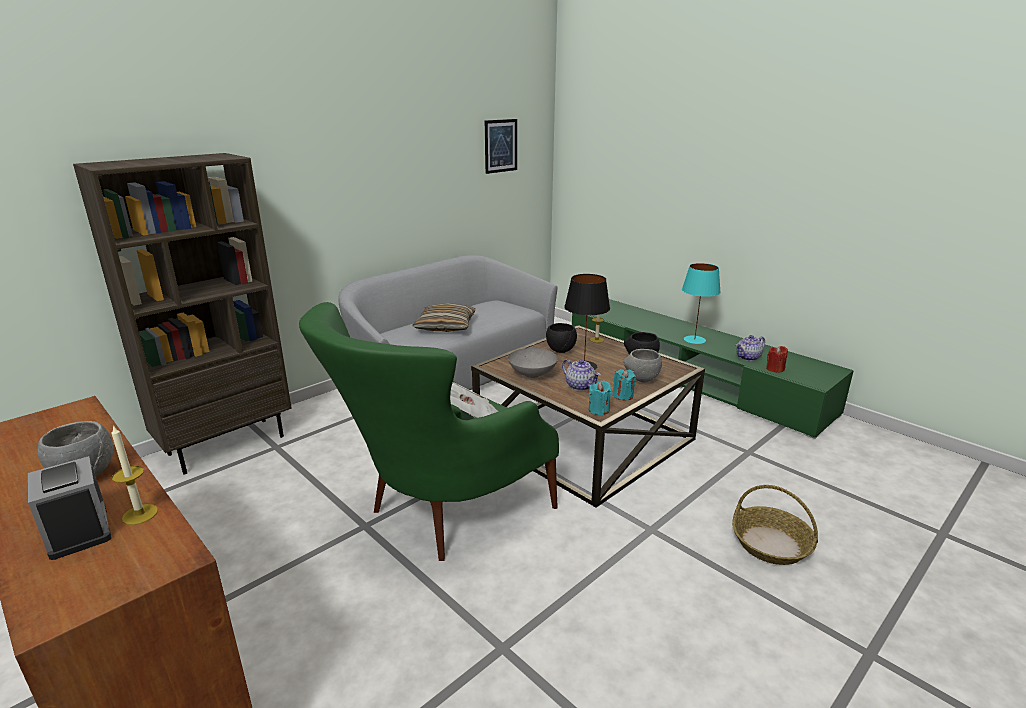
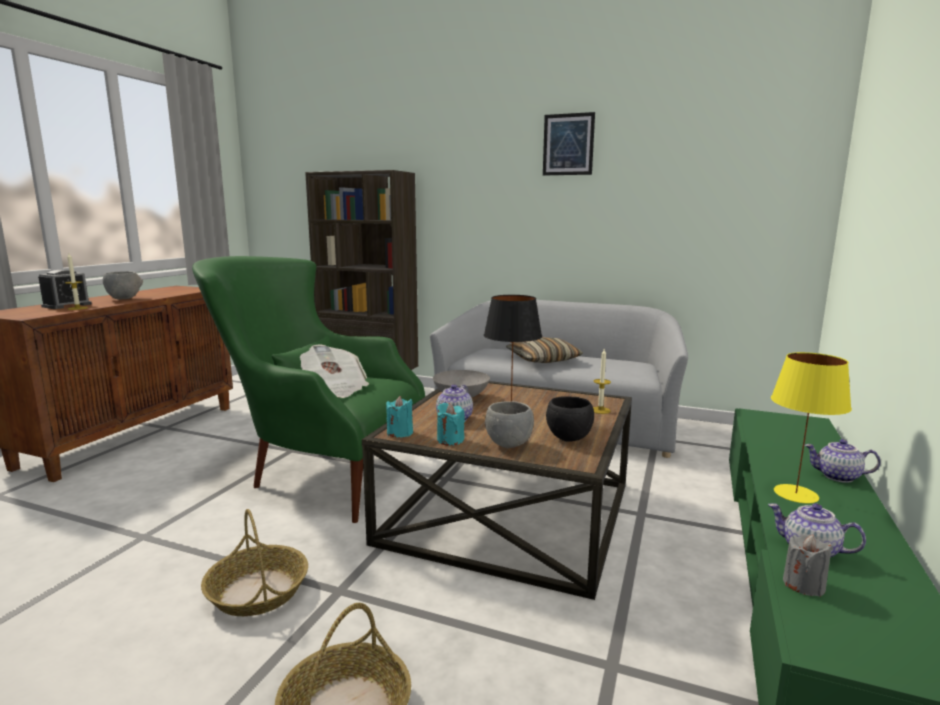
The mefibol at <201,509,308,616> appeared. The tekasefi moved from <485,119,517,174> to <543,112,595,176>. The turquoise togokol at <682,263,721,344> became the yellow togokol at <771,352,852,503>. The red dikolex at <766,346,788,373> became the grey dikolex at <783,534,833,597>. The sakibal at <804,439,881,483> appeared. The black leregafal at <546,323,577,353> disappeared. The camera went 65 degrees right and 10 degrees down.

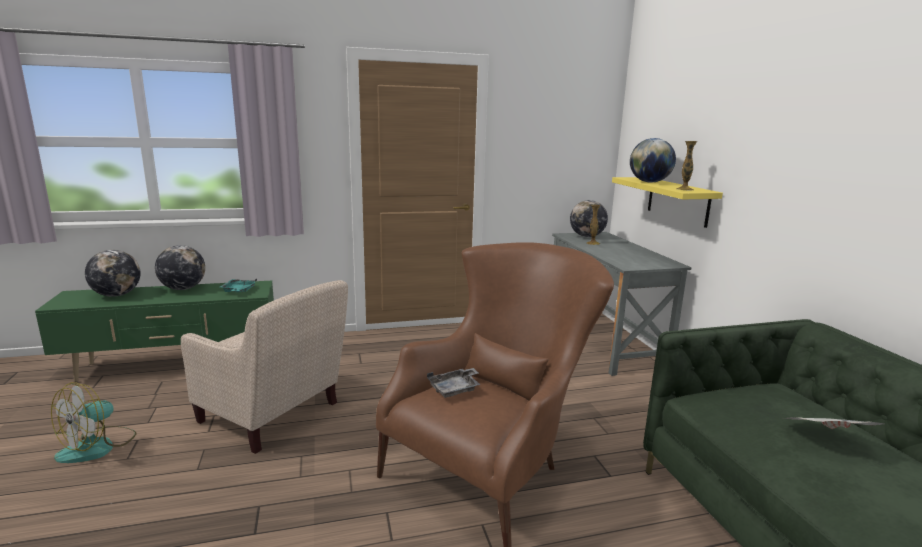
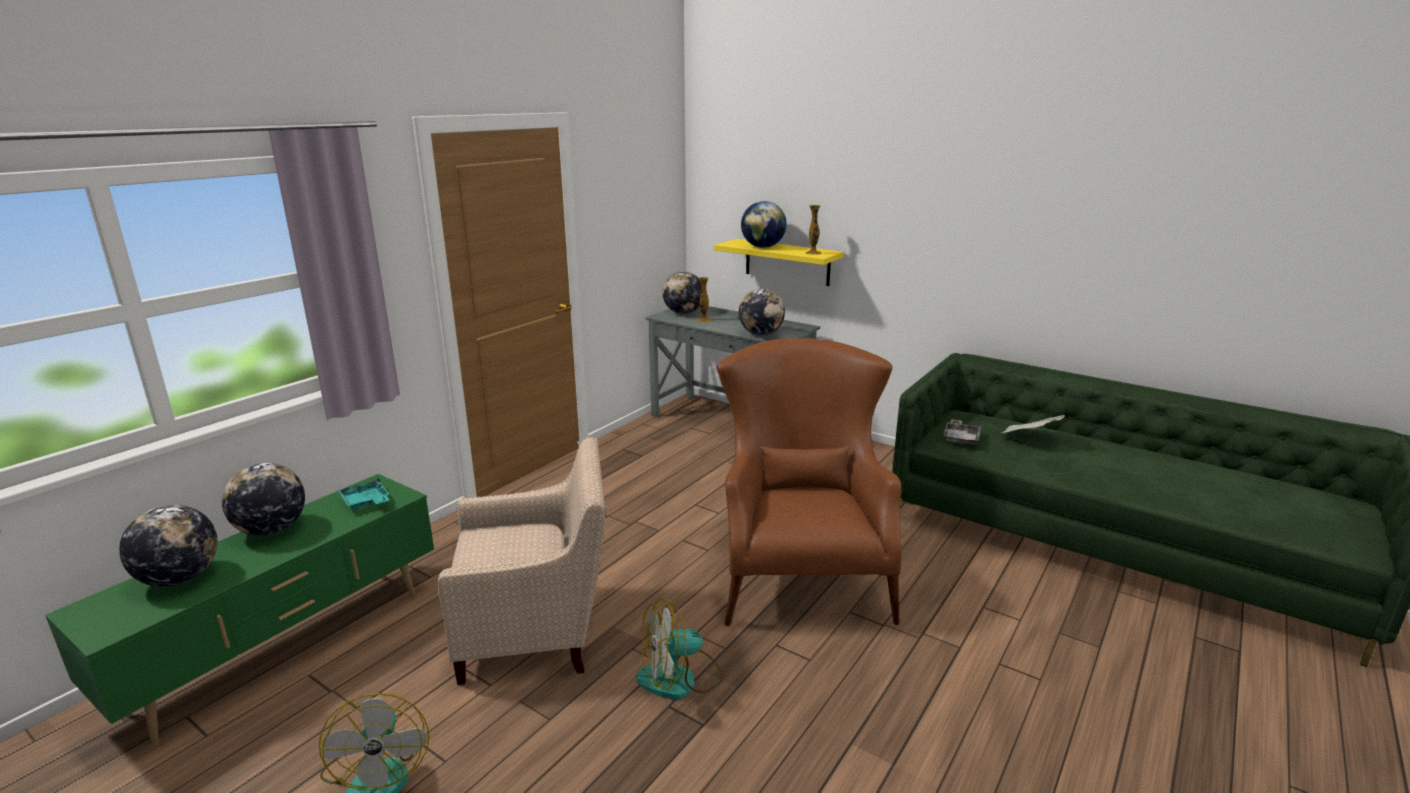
The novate at <636,598,723,700> appeared. The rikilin at <739,289,785,335> appeared. The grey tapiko moved from <427,368,481,398> to <944,419,981,444>. The camera went 40 degrees left and 5 degrees up.

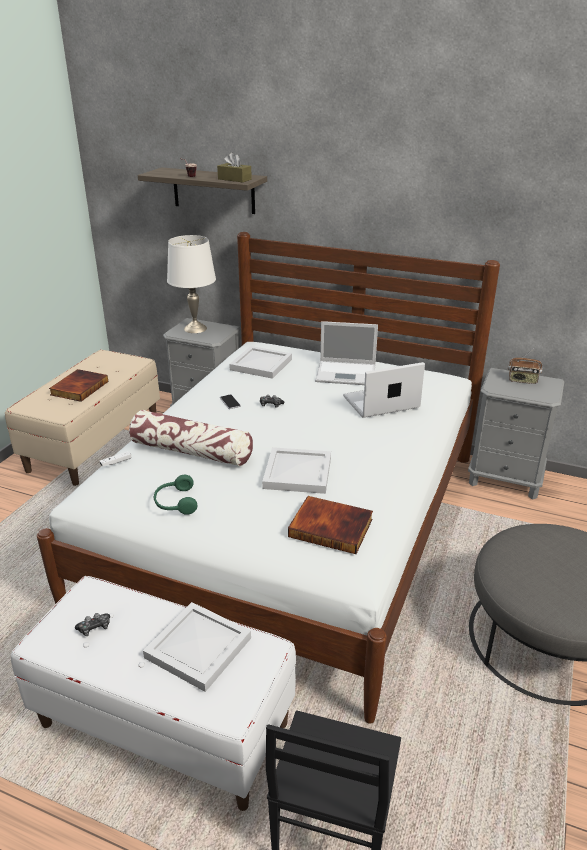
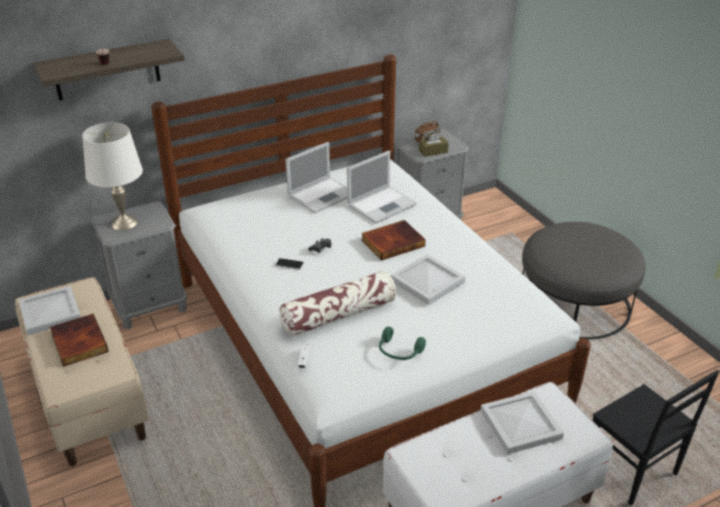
The white tapiko moved from <229,346,292,379> to <19,286,81,335>. The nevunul at <343,362,425,418> turned 150 degrees counterclockwise. The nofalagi moved from <288,496,373,554> to <361,220,426,261>. The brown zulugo moved from <217,152,252,182> to <419,132,449,157>. The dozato at <75,613,110,636> disappeared. The camera went 50 degrees left and 5 degrees up.

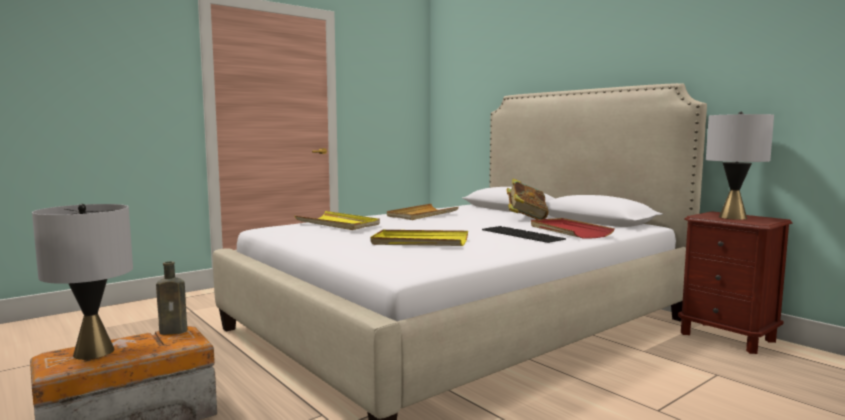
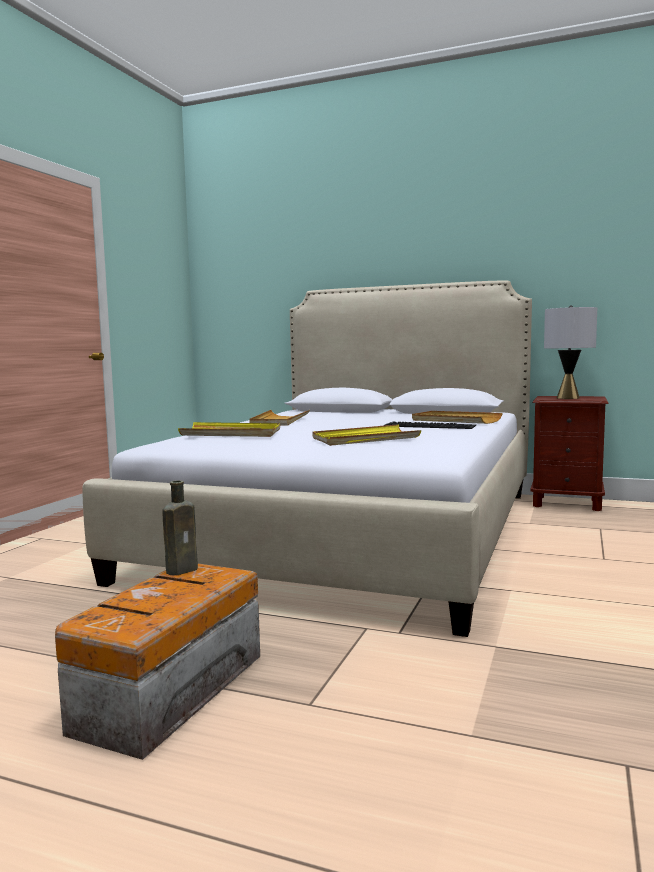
The red tapiko at <531,218,615,239> became the beige tapiko at <412,411,502,424>. The grey togokol at <32,204,133,360> disappeared. The nofalagi at <507,179,549,219> disappeared. The camera went 30 degrees left and 0 degrees up.

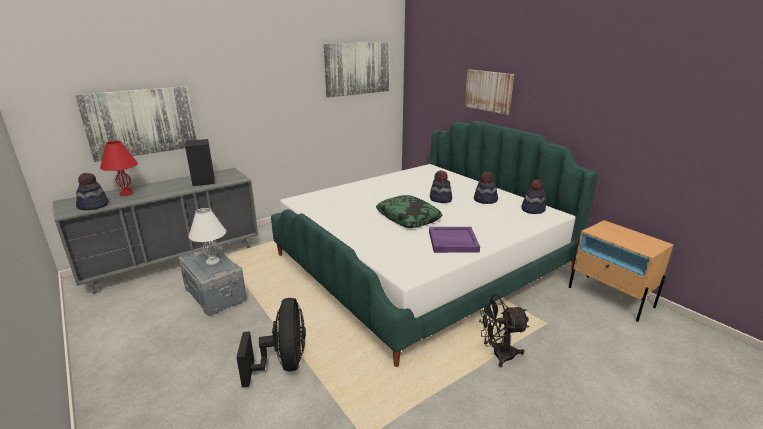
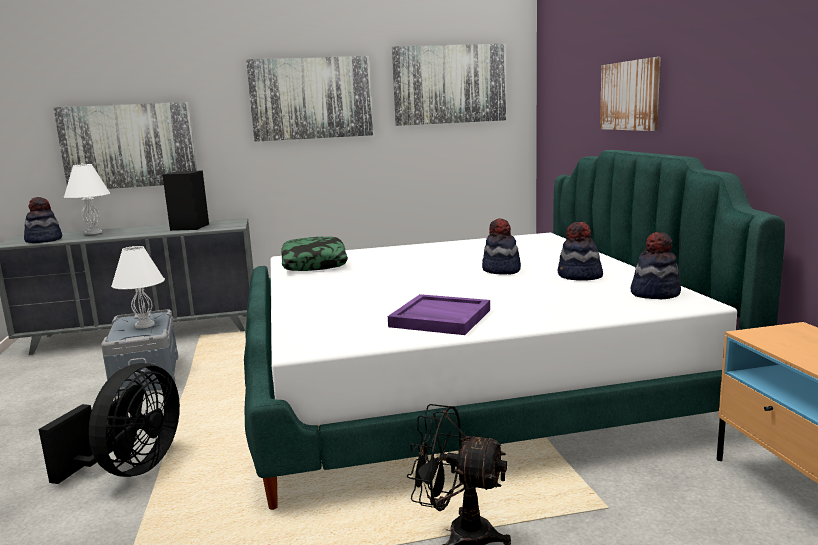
The red togokol at <100,141,138,196> became the white togokol at <64,163,110,235>. The tekasefi at <246,56,373,142> appeared. The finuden moved from <376,195,443,228> to <281,237,348,271>. The camera went 25 degrees right and 10 degrees down.

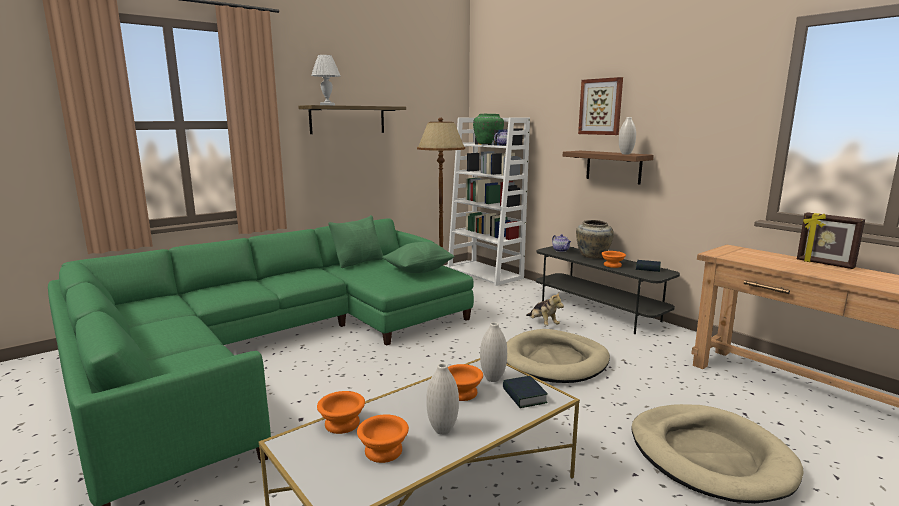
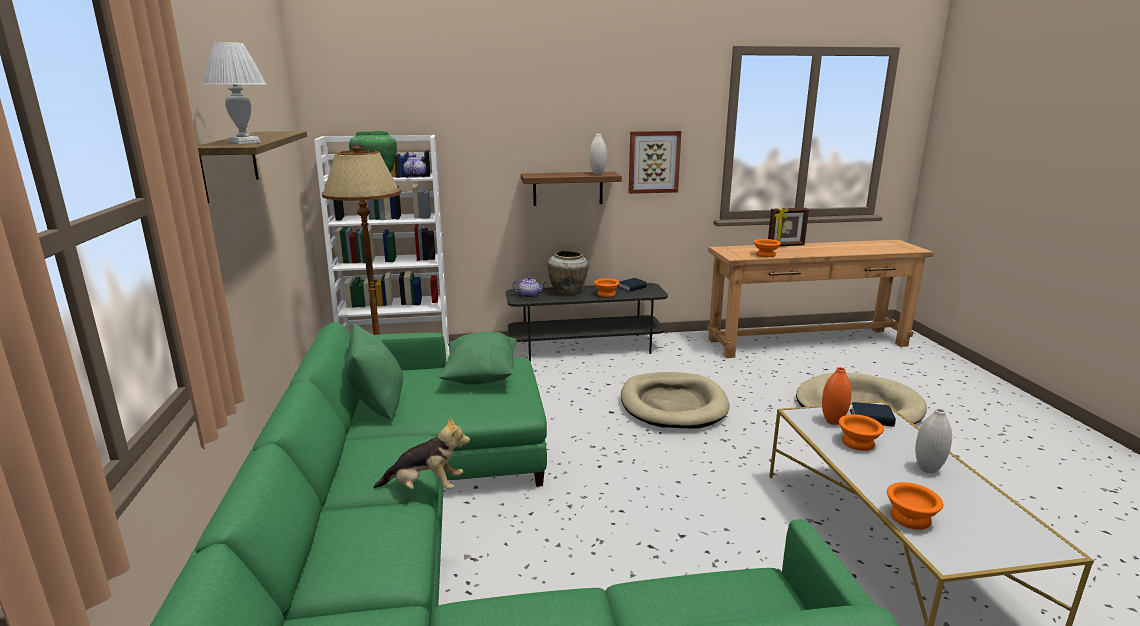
The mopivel moved from <526,291,564,326> to <373,416,470,489>. The tekasefi moved from <578,77,623,135> to <628,131,681,194>. The orange leregafal moved from <357,414,409,463> to <754,239,781,257>. The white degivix at <480,322,507,382> became the orange degivix at <822,367,852,425>. The camera went 60 degrees left and 5 degrees up.

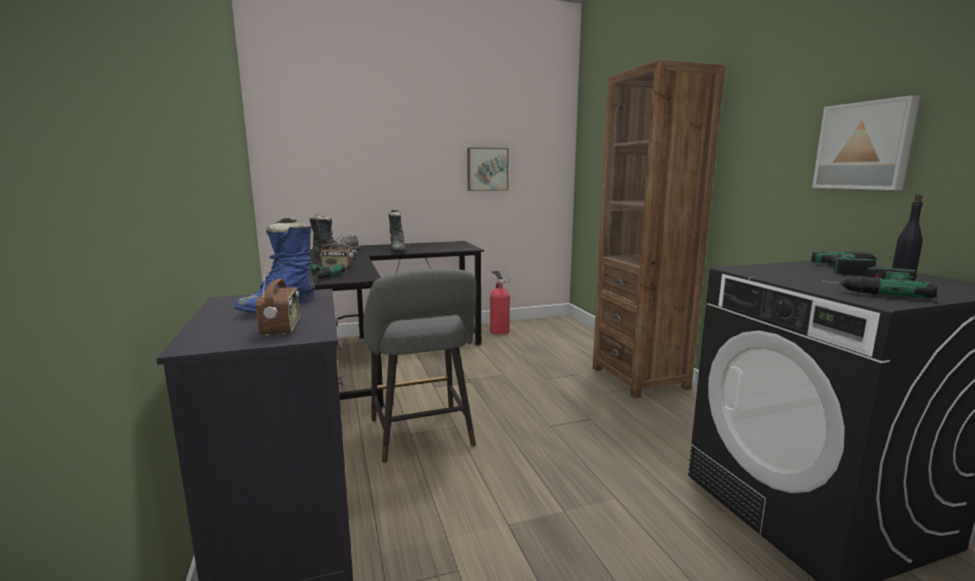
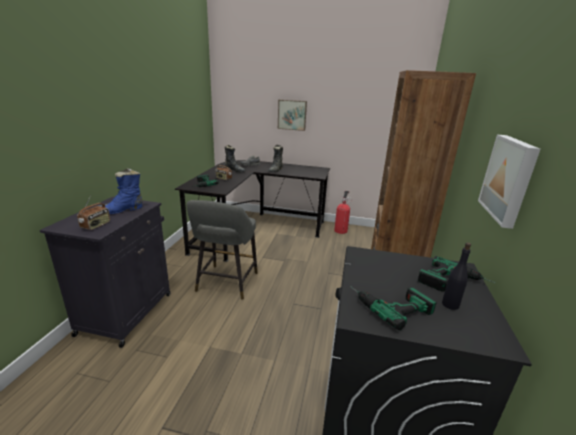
The tekasefi moved from <467,148,509,191> to <278,100,307,131>. The camera went 30 degrees right and 10 degrees up.

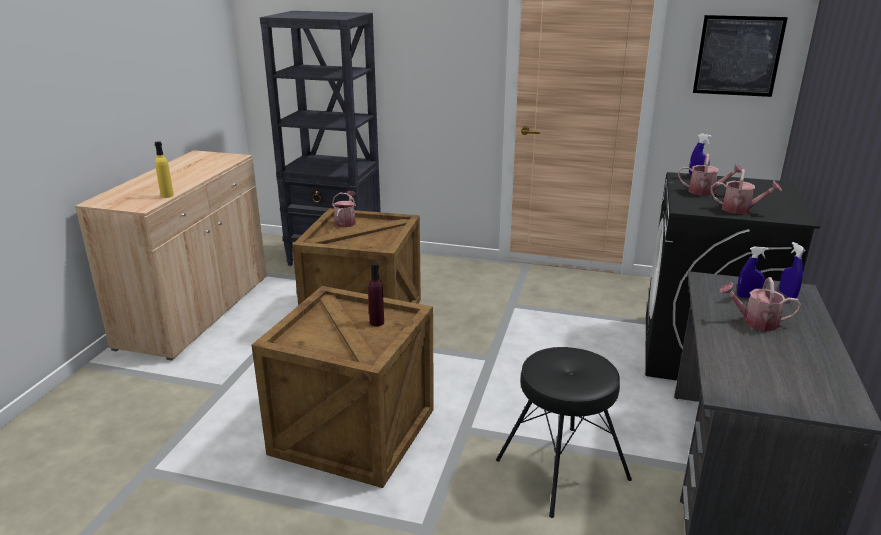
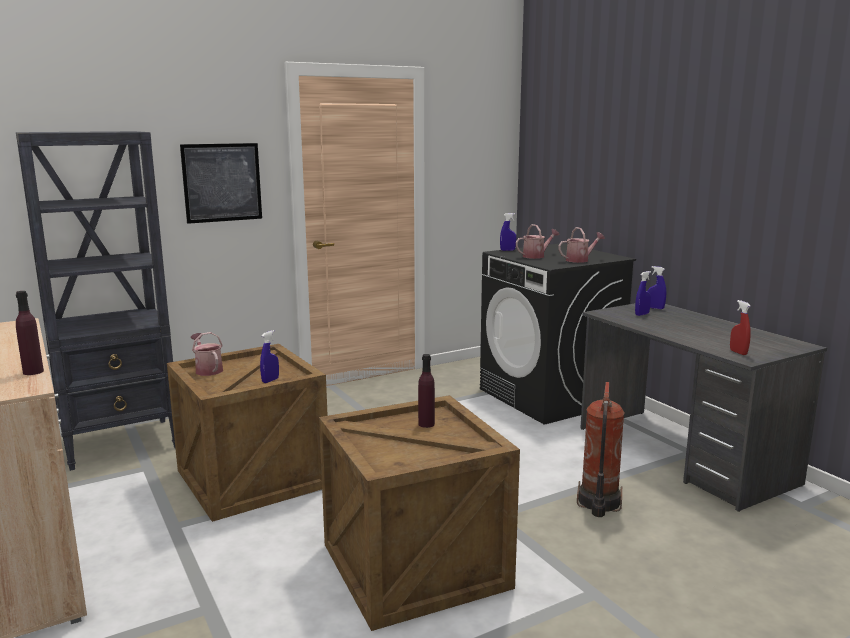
The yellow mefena at <155,141,174,198> became the purple mefena at <16,291,44,375>. The tekasefi moved from <693,15,788,97> to <180,143,262,224>. The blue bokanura at <260,330,279,383> appeared. The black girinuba at <496,347,632,518> was replaced by the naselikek at <577,382,625,517>. The red bokanura at <730,300,751,355> appeared. The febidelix at <719,277,802,331> disappeared. The camera went 45 degrees left and 10 degrees down.

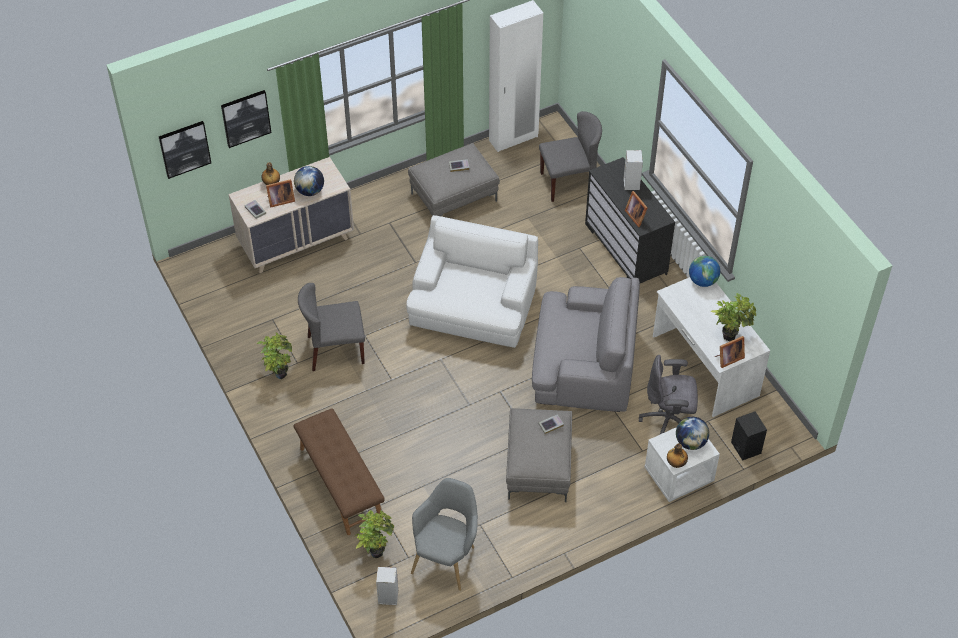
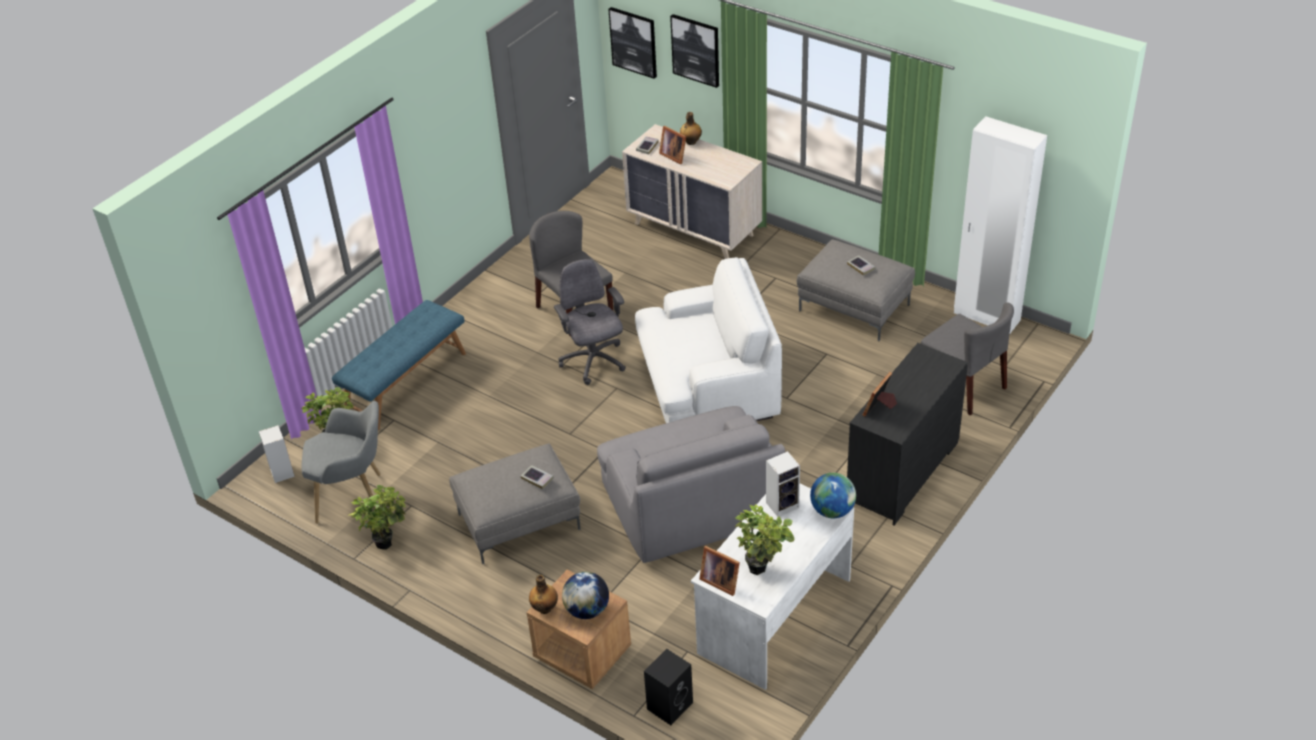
The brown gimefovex at <294,408,385,535> became the blue gimefovex at <332,300,466,430>. The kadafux moved from <257,333,292,379> to <347,485,406,550>. The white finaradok at <644,427,720,502> became the brown finaradok at <526,570,631,689>. The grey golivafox moved from <639,355,698,434> to <554,259,626,385>. The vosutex moved from <624,150,643,190> to <766,451,800,517>. The rikilin at <294,166,324,196> disappeared. The camera went 65 degrees right and 10 degrees down.

